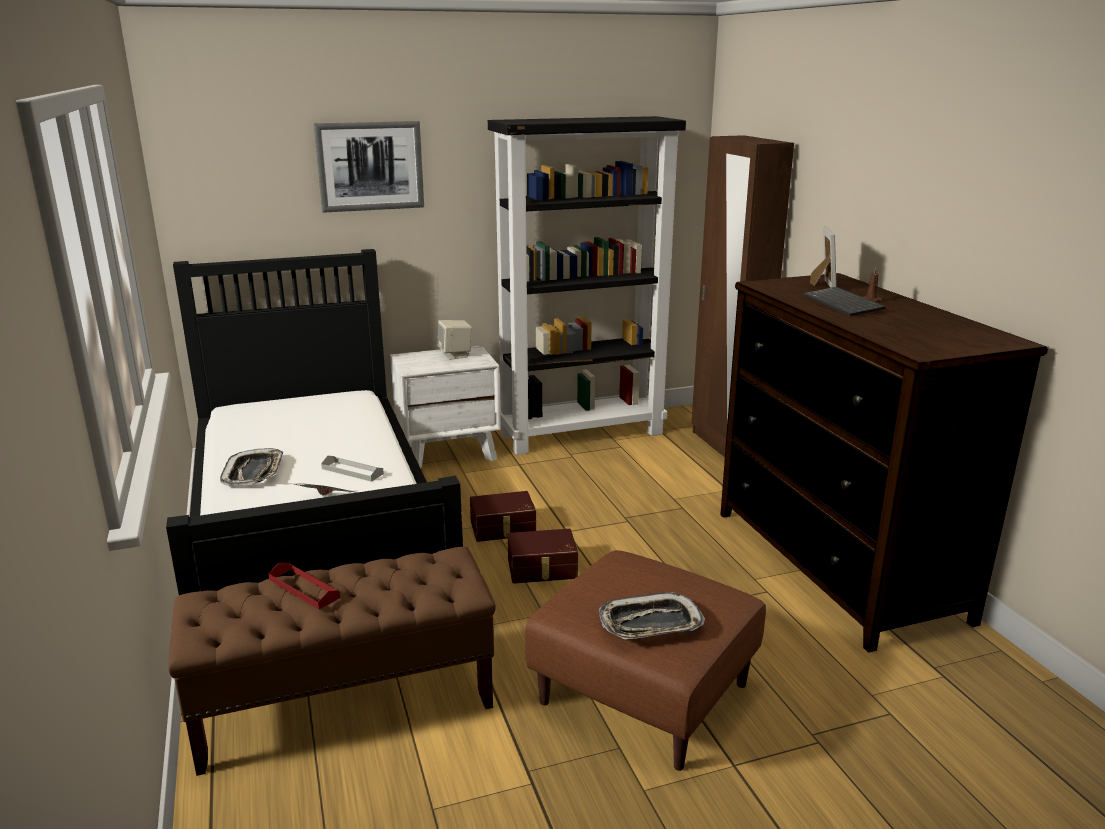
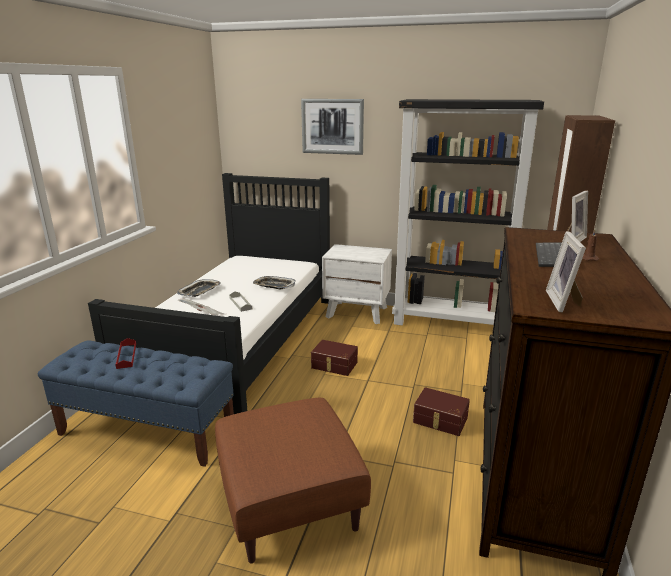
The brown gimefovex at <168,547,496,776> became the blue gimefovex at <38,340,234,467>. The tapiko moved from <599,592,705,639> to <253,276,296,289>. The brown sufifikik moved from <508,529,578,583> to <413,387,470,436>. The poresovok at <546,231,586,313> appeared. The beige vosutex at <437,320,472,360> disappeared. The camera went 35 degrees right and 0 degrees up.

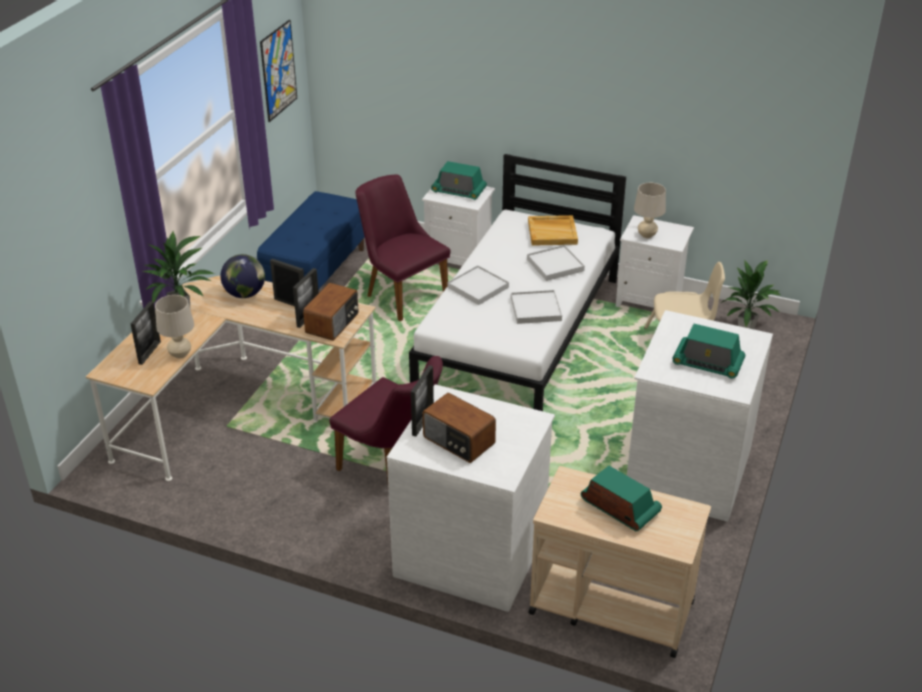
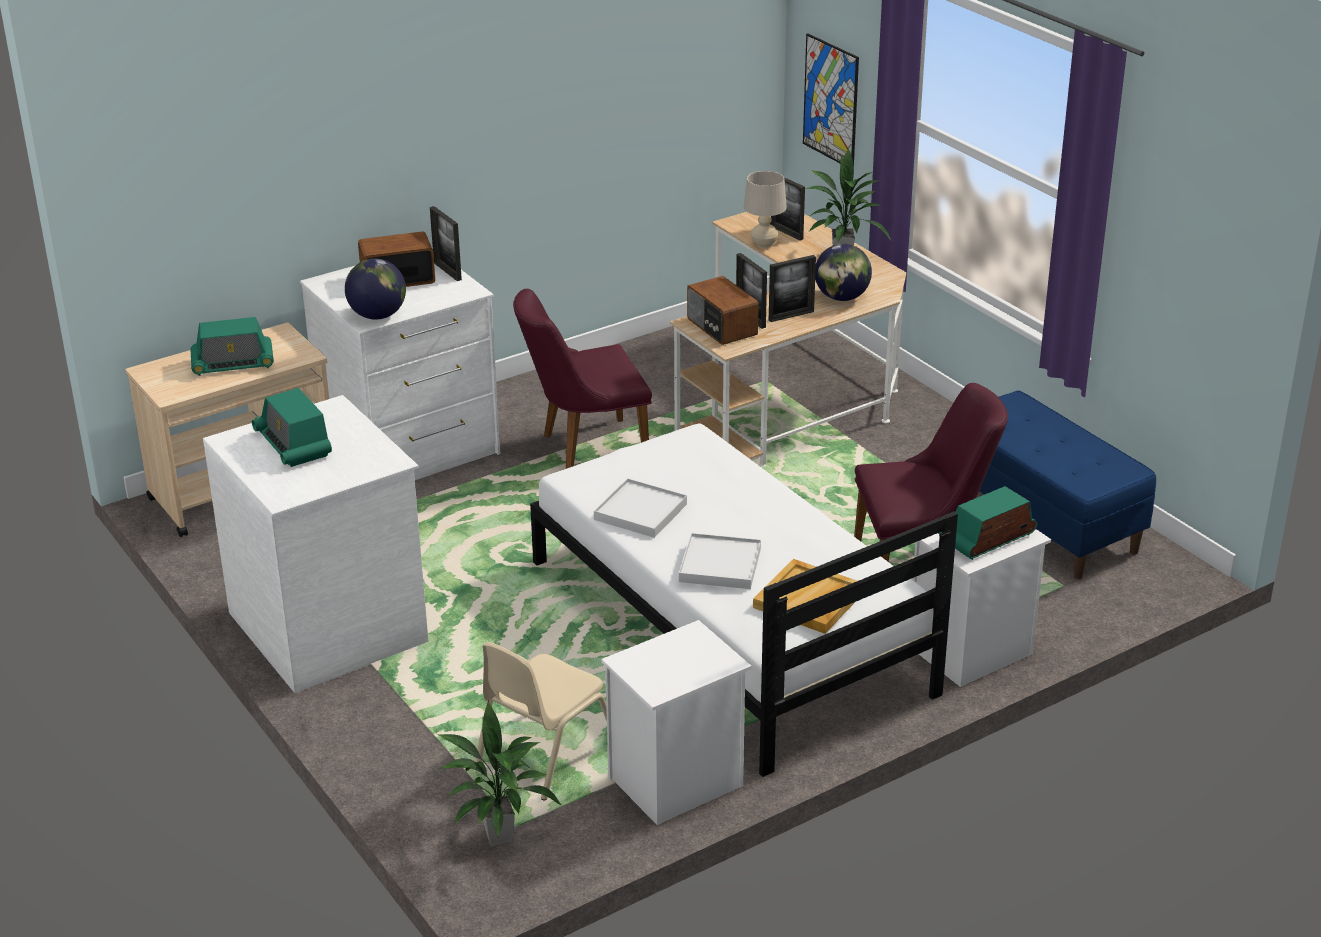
The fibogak at <673,324,745,379> turned 90 degrees counterclockwise. The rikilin at <345,259,406,320> appeared. The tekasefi moved from <260,20,297,122> to <803,34,859,165>. The white tapiko at <447,265,509,305> disappeared. The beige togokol at <634,183,666,238> disappeared. The camera went 125 degrees right and 5 degrees down.

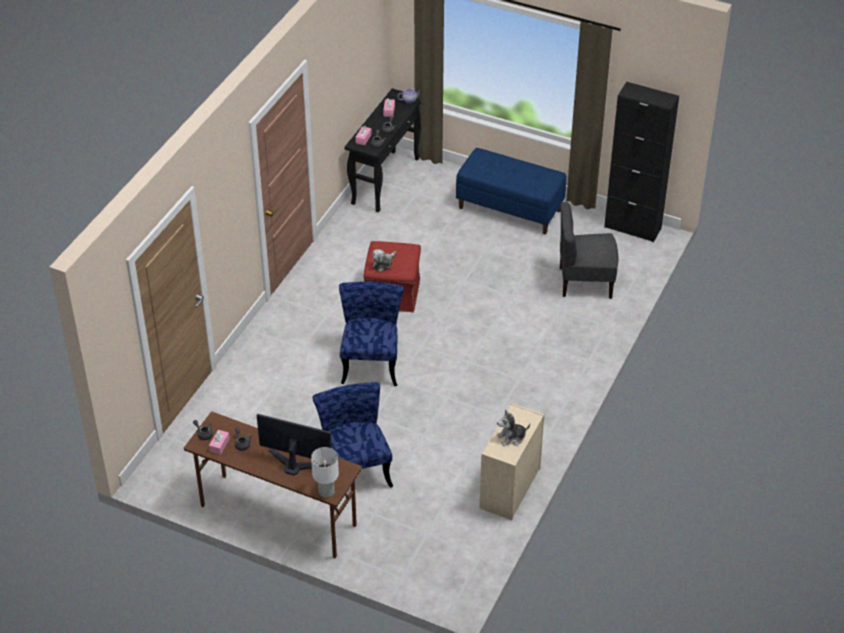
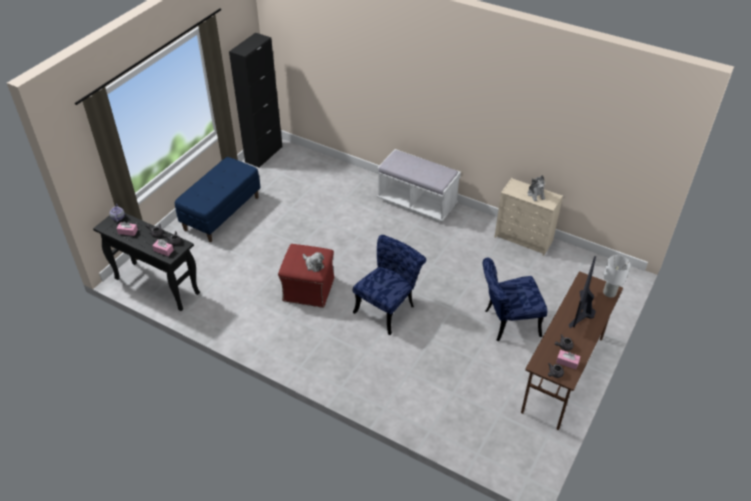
The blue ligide at <339,282,404,386> turned 120 degrees clockwise. The white gimefovex at <377,149,461,222> appeared. The grey ligide at <560,202,619,299> disappeared. The camera went 85 degrees left and 0 degrees up.

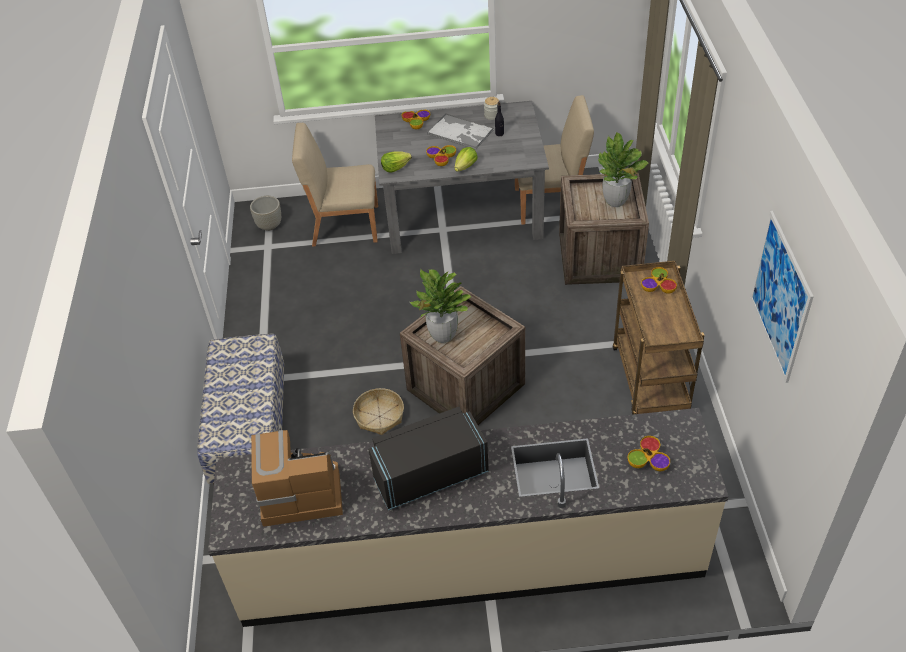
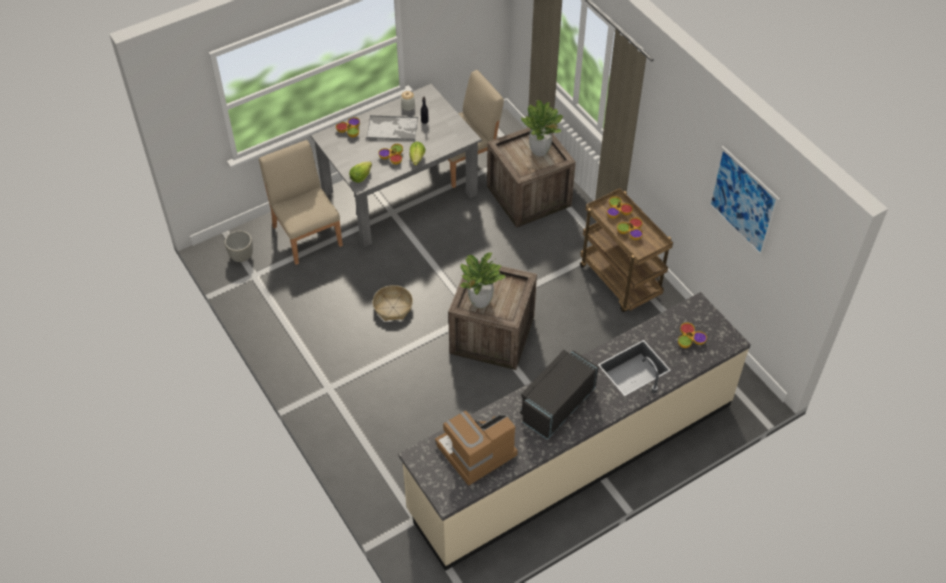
The beige ligide at <292,123,378,246> turned 90 degrees clockwise. The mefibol moved from <353,388,404,435> to <373,285,413,321>. The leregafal at <617,217,643,240> appeared. The gimefovex at <197,334,284,484> disappeared. The camera went 30 degrees left and 5 degrees up.

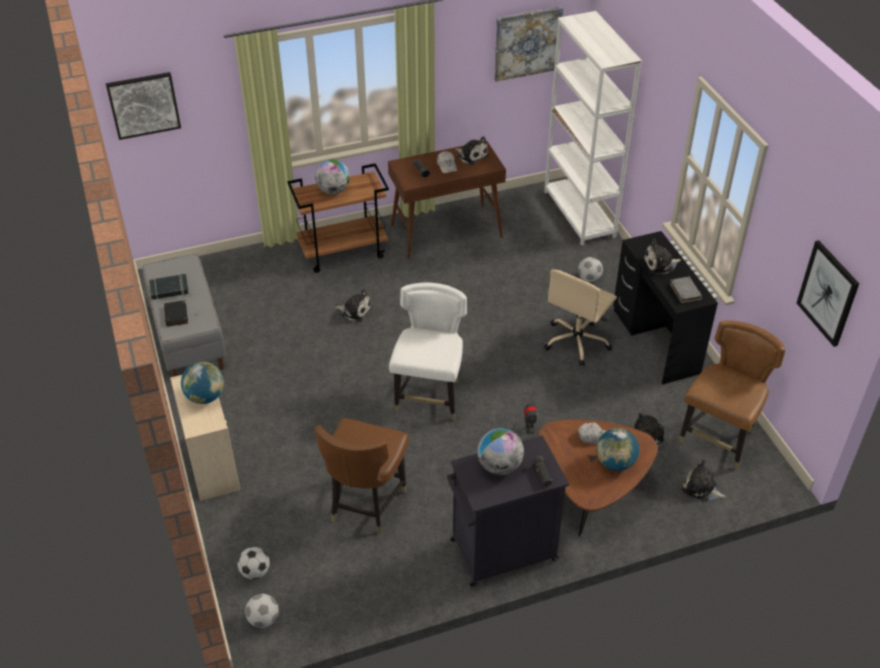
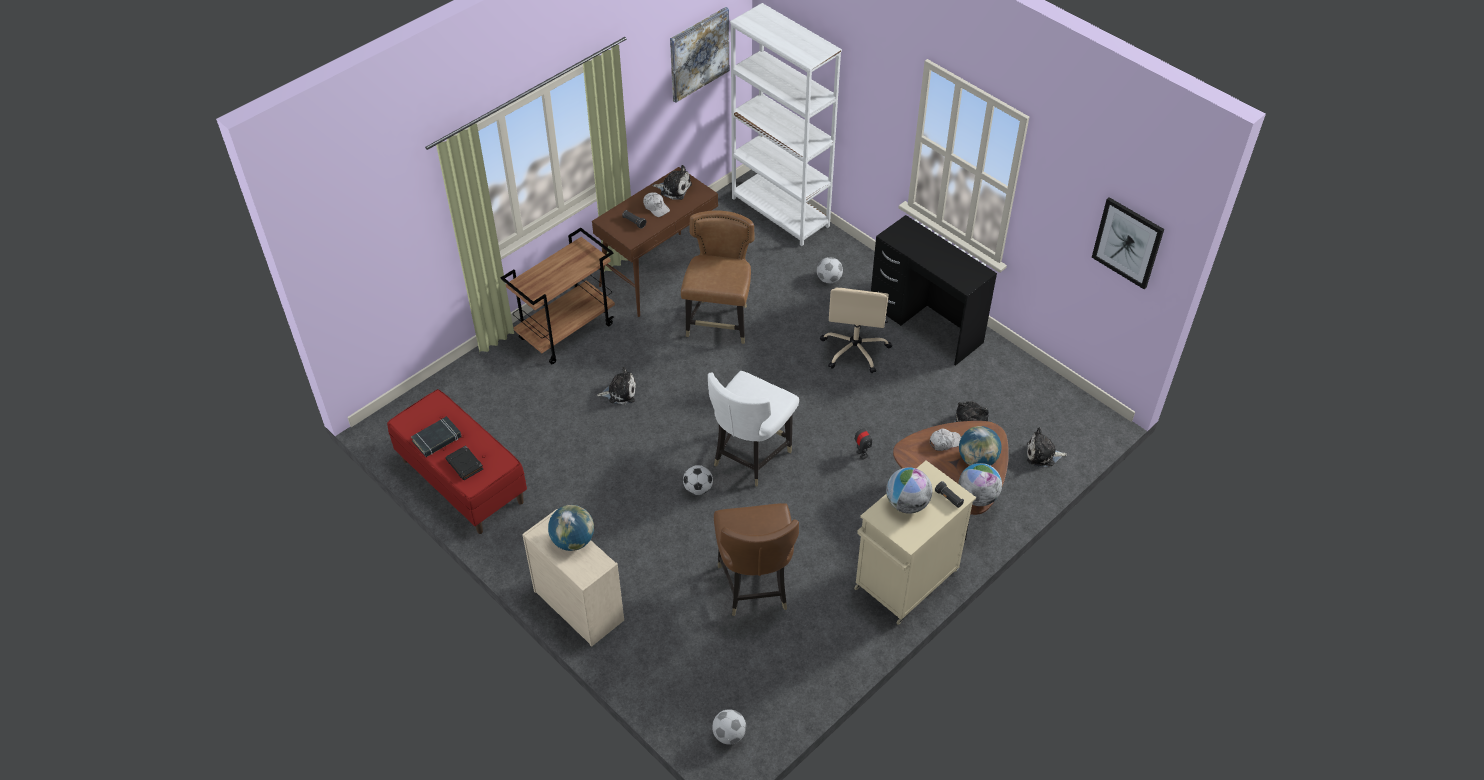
The grey gimefovex at <142,254,226,377> became the red gimefovex at <387,389,527,534>. The brown ligide moved from <679,320,785,469> to <681,210,755,344>. The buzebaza moved from <237,547,270,580> to <683,465,713,495>. The white ligide at <389,282,467,420> turned 135 degrees counterclockwise. The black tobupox at <447,435,569,586> became the beige tobupox at <854,460,976,625>. The rikilin moved from <315,159,350,194> to <958,463,1002,506>. The tekasefi at <106,72,181,140> disappeared. The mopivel at <643,238,681,275> disappeared. The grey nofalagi at <670,277,702,303> disappeared. The camera went 25 degrees left and 5 degrees up.

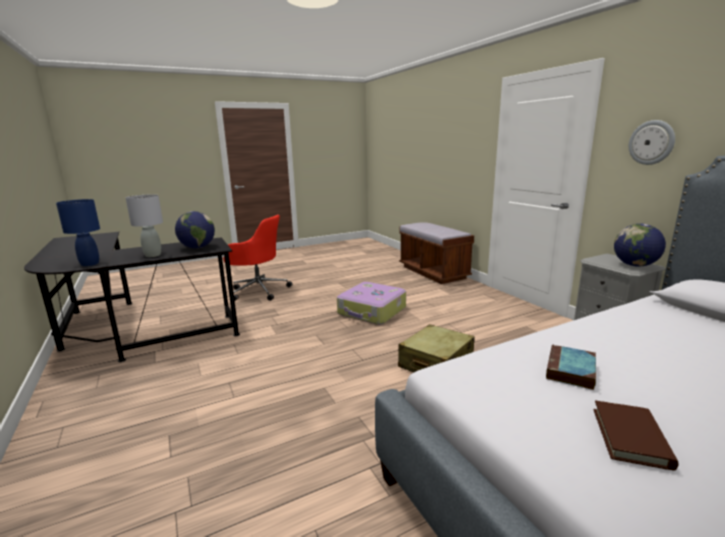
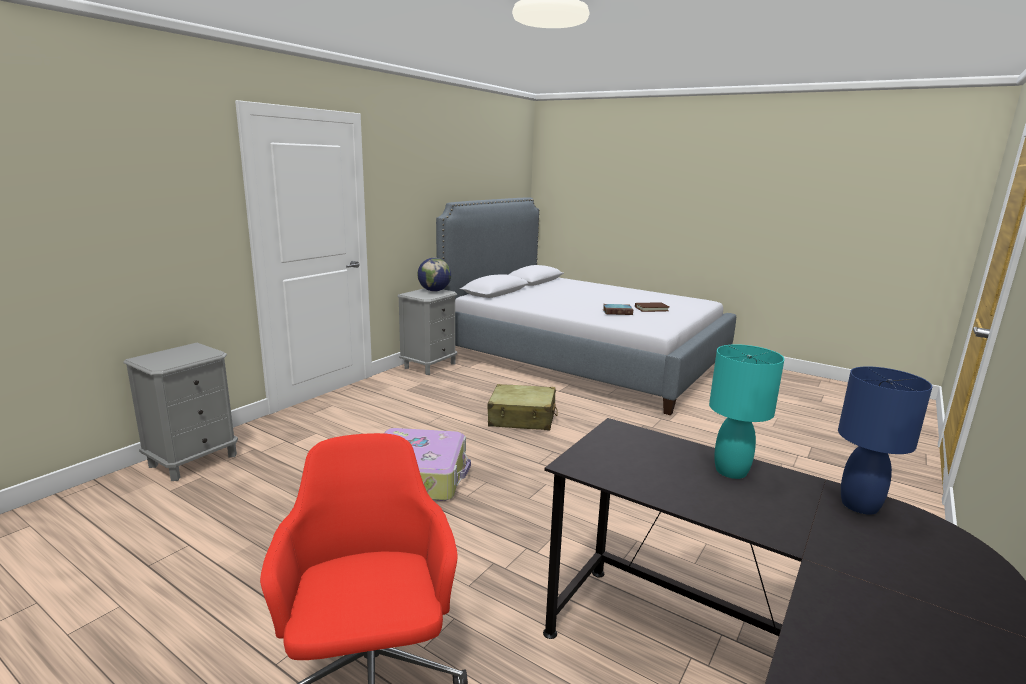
The brown gimefovex at <399,222,474,284> was replaced by the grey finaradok at <123,343,238,481>. The grey togokol at <126,195,163,257> became the turquoise togokol at <709,344,784,479>. The rikilin at <175,211,215,248> disappeared. The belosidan at <629,120,675,165> disappeared. The camera went 120 degrees left and 0 degrees up.

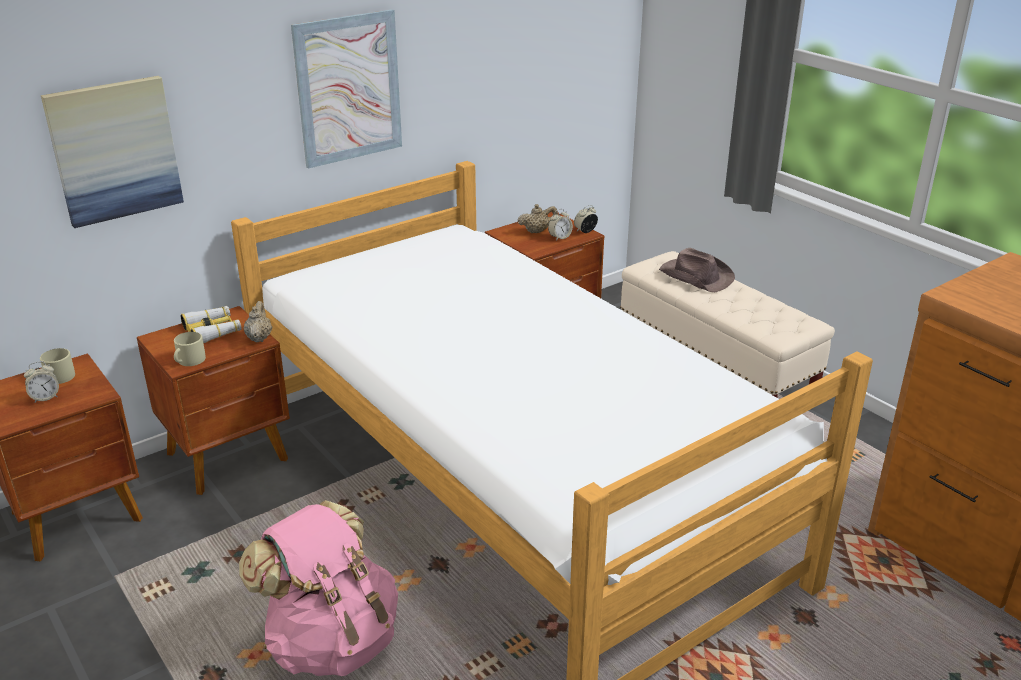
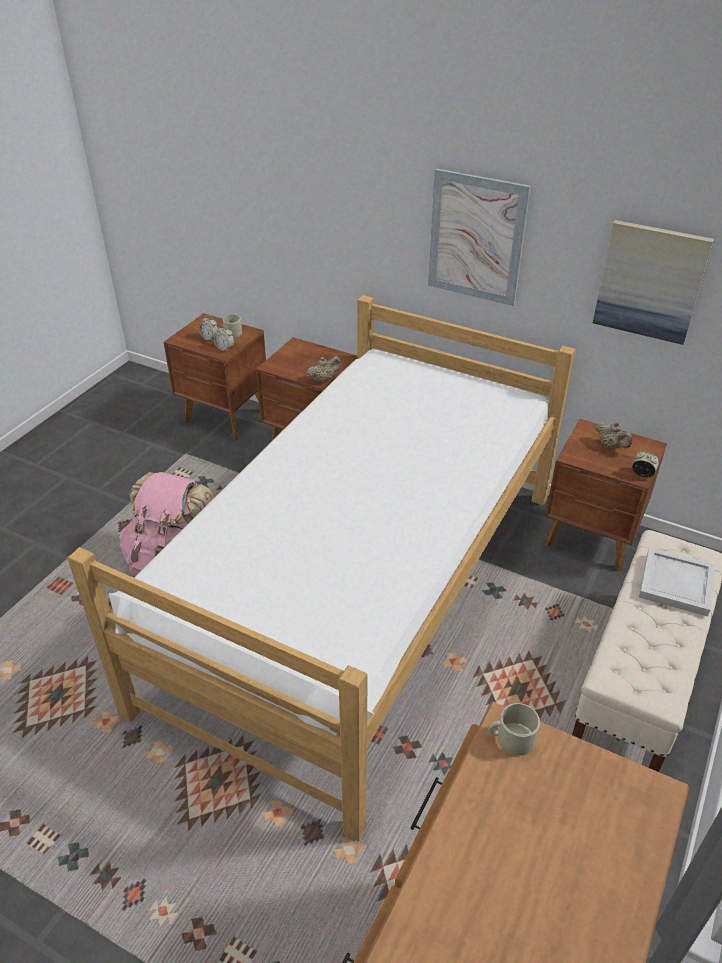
The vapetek moved from <548,209,573,241> to <214,325,234,351>. The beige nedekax moved from <174,332,206,366> to <488,703,540,756>. The tekasefi moved from <41,76,184,228> to <593,220,714,345>. The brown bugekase at <659,248,735,292> was replaced by the white tapiko at <639,547,715,616>. The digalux at <181,306,242,343> disappeared. The camera went 65 degrees right and 10 degrees up.

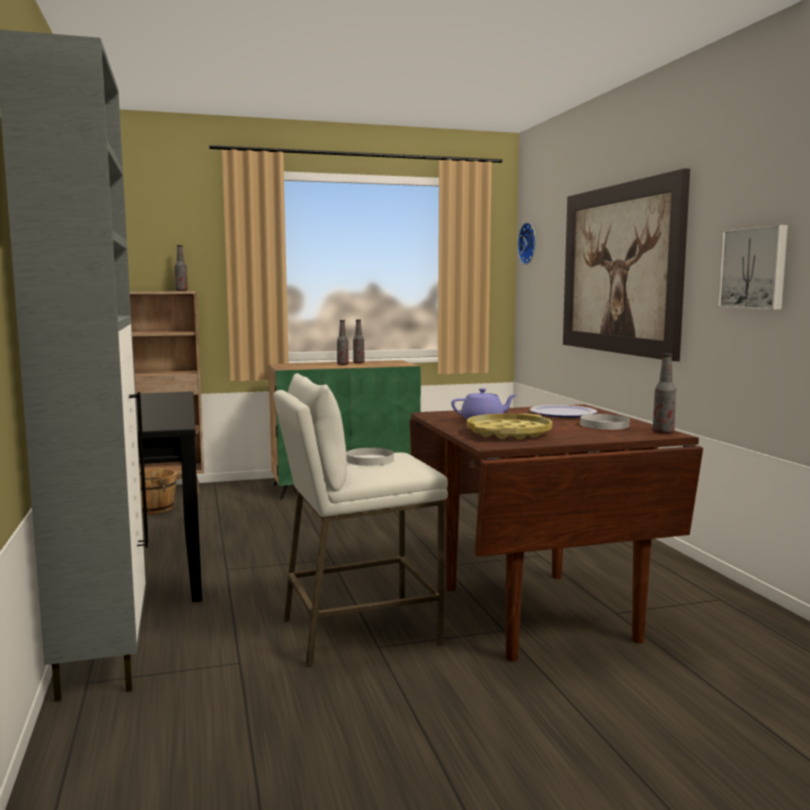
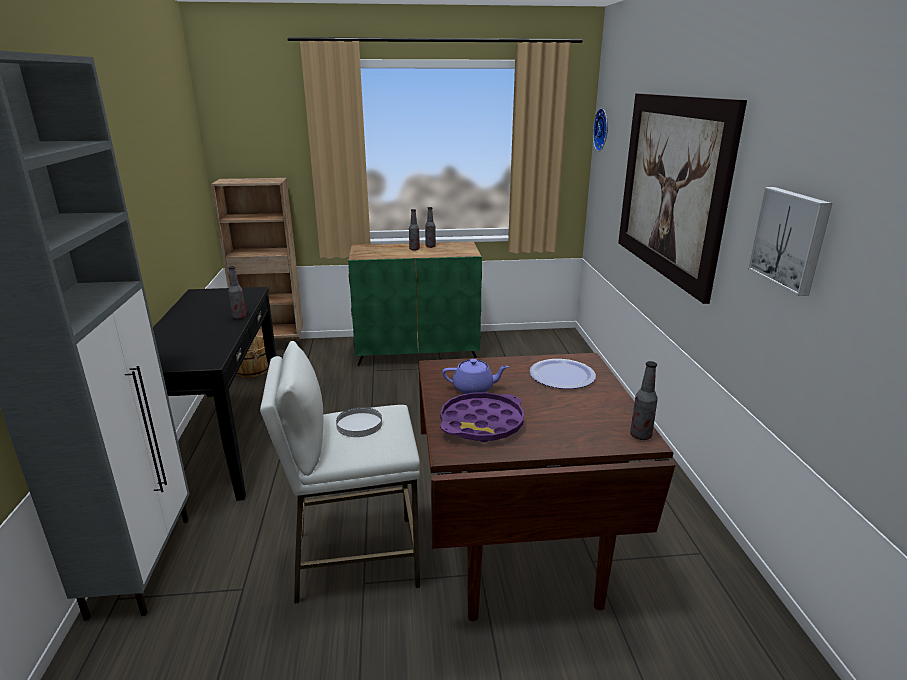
The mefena moved from <175,245,188,291> to <228,266,246,319>. The yellow tapiko at <467,414,552,440> became the purple tapiko at <440,393,524,442>. The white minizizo at <580,414,630,430> disappeared. The camera went 10 degrees right and 15 degrees up.

